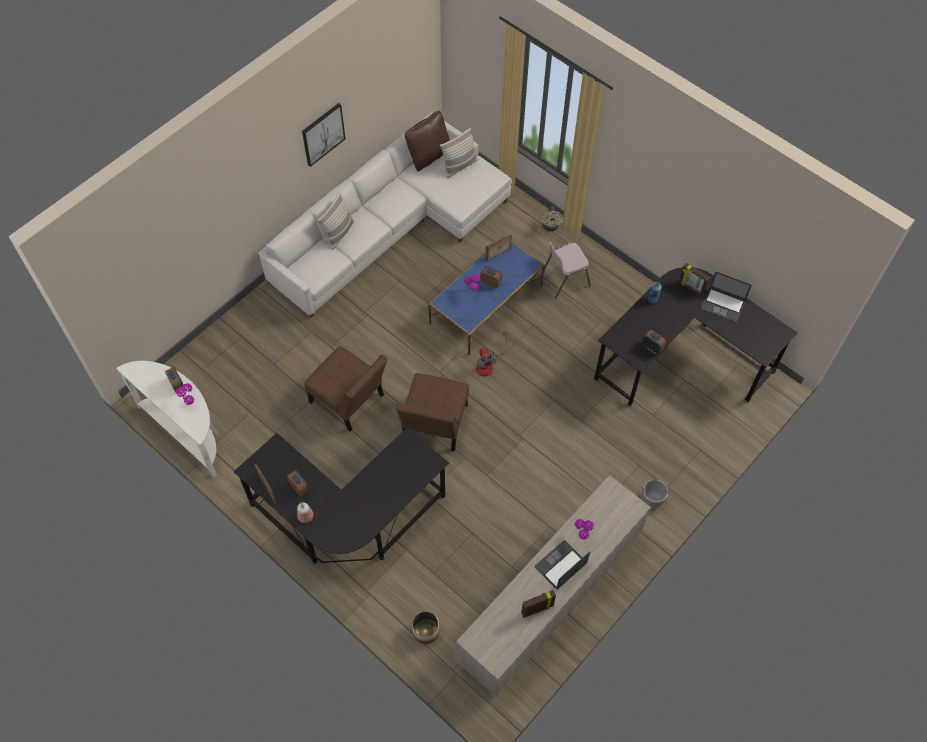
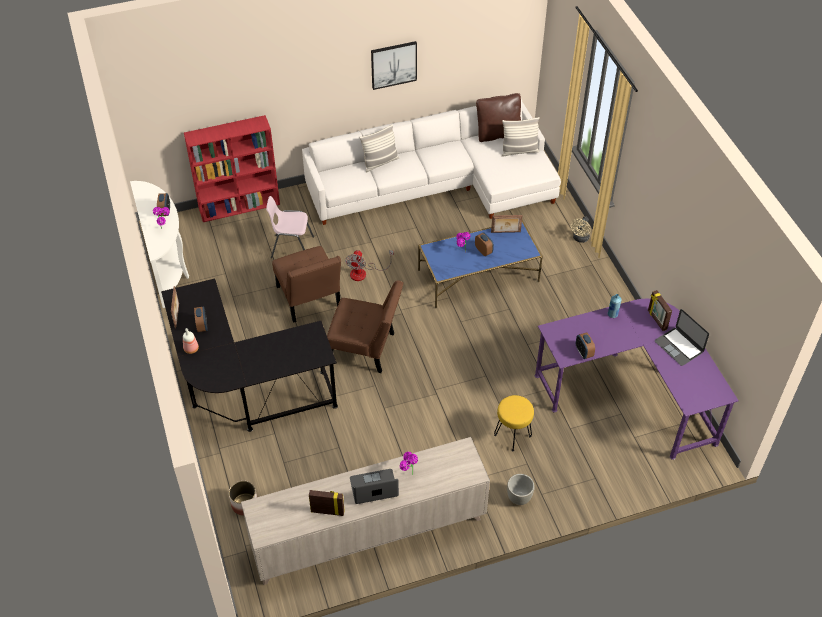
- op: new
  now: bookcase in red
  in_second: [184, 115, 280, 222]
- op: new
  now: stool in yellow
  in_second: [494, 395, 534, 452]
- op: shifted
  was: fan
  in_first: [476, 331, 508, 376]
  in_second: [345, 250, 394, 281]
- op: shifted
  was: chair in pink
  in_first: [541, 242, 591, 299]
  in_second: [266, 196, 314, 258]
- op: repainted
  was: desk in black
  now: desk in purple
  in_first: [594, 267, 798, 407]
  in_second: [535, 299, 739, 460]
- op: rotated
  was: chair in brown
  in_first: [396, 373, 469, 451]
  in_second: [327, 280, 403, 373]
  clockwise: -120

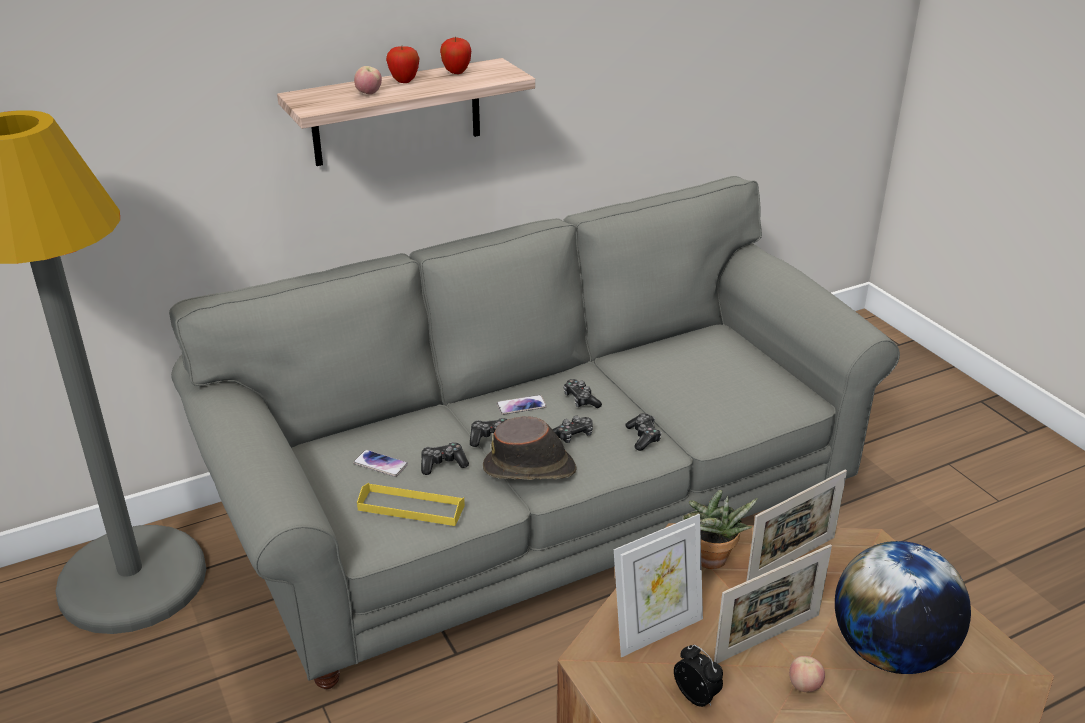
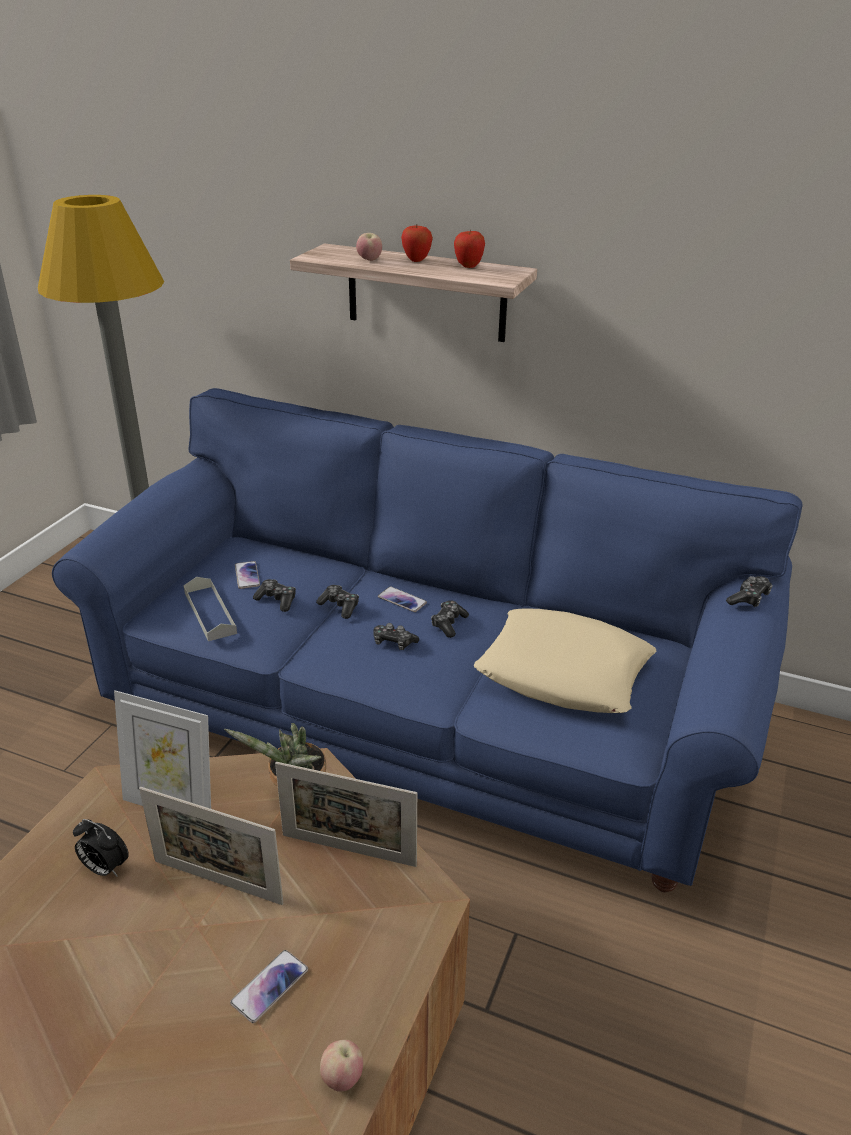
- op: gone
  was: hat in brown
  in_first: [483, 416, 577, 480]
- op: new
  now: pillow in beige
  in_second: [474, 609, 657, 713]
- op: shifted
  was: game controller
  in_first: [625, 413, 661, 451]
  in_second: [726, 576, 773, 607]
- op: shifted
  was: apple
  in_first: [789, 656, 825, 692]
  in_second: [320, 1040, 363, 1091]
- op: swapped
  was: globe
  now: phone
  in_first: [835, 541, 971, 674]
  in_second: [230, 950, 308, 1023]
- op: repainted
  was: sofa in grey
  now: sofa in blue
  in_first: [169, 176, 900, 689]
  in_second: [52, 388, 802, 892]
- op: repainted
  was: tray in yellow
  now: tray in grey
  in_first: [357, 483, 465, 526]
  in_second: [184, 577, 237, 641]
- op: rotated
  was: alarm clock
  in_first: [674, 645, 723, 707]
  in_second: [73, 819, 129, 877]
  clockwise: 105

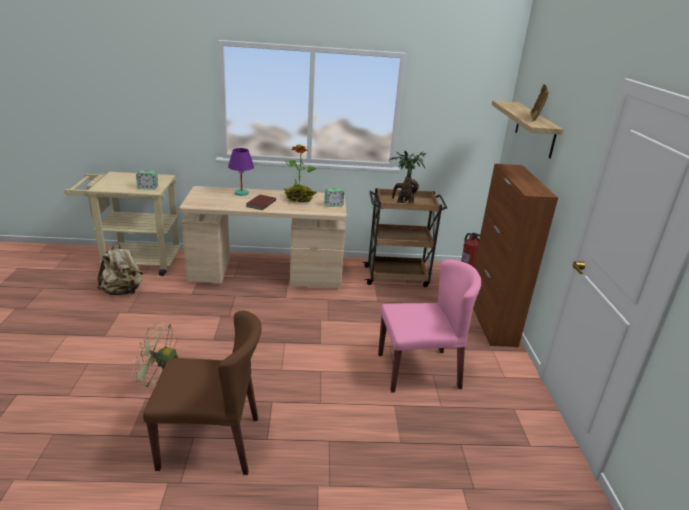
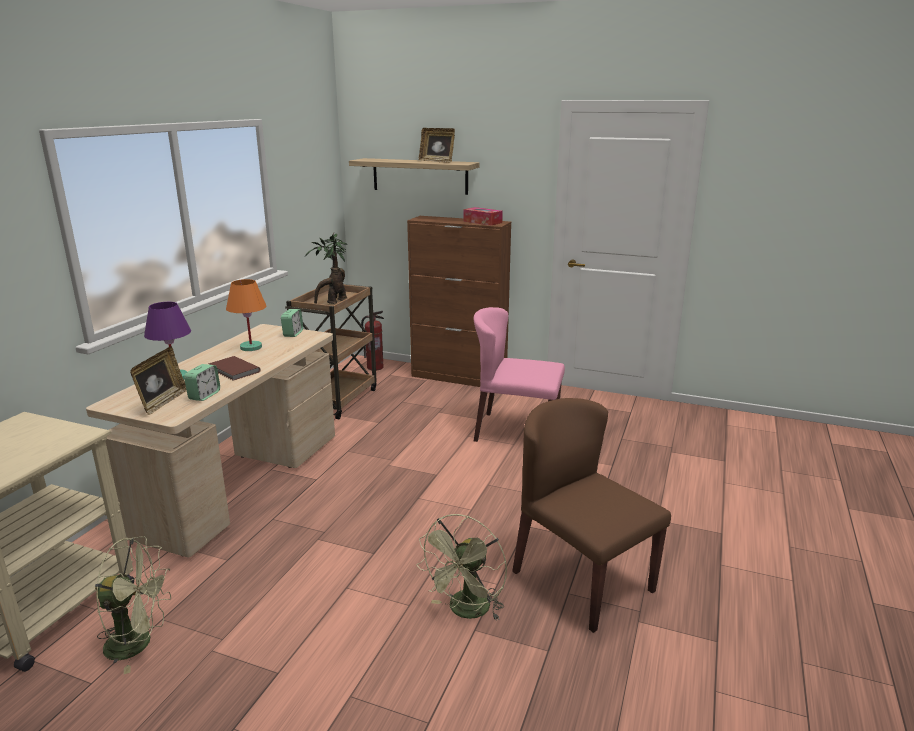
- op: new
  now: picture frame
  in_second: [130, 347, 187, 415]
- op: new
  now: tissue box
  in_second: [463, 207, 503, 225]
- op: shifted
  was: alarm clock
  in_first: [136, 170, 158, 190]
  in_second: [184, 364, 220, 401]
- op: swapped
  was: backpack in beige
  now: fan in green
  in_first: [97, 243, 143, 295]
  in_second: [95, 536, 171, 674]
- op: swapped
  was: potted plant
  now: table lamp in orange
  in_first: [284, 144, 317, 203]
  in_second: [226, 279, 266, 351]
- op: rotated
  was: chair in brown
  in_first: [143, 310, 262, 475]
  in_second: [512, 398, 671, 633]
  clockwise: -60
- op: rotated
  was: chair in pink
  in_first: [378, 260, 481, 393]
  in_second: [474, 307, 565, 442]
  clockwise: -90

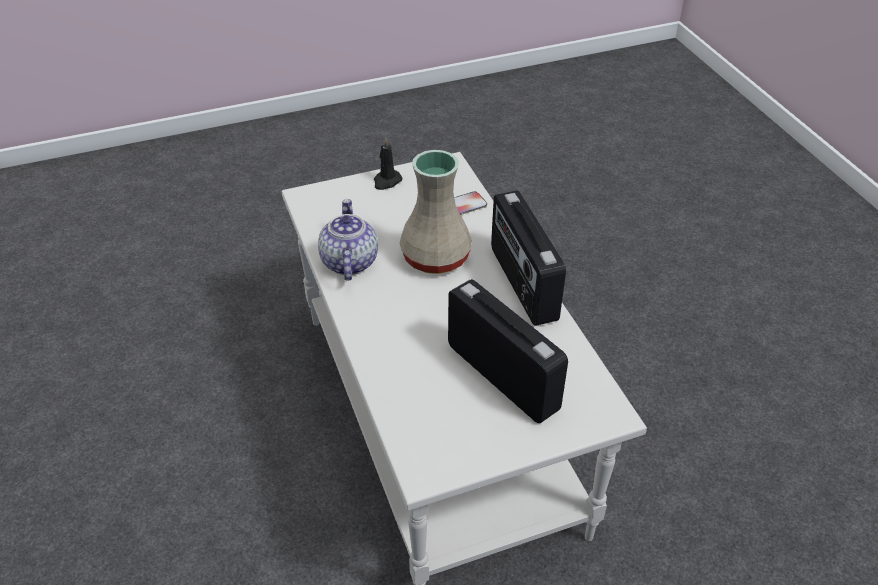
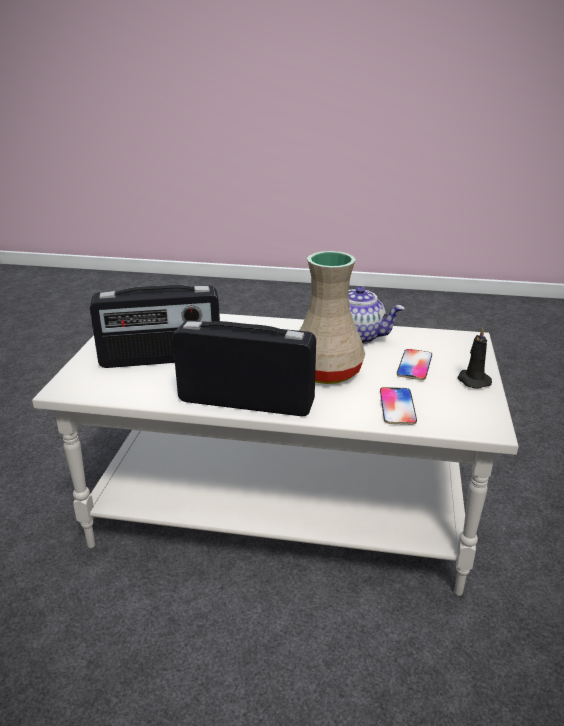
- op: new
  now: phone
  in_second: [397, 349, 432, 380]

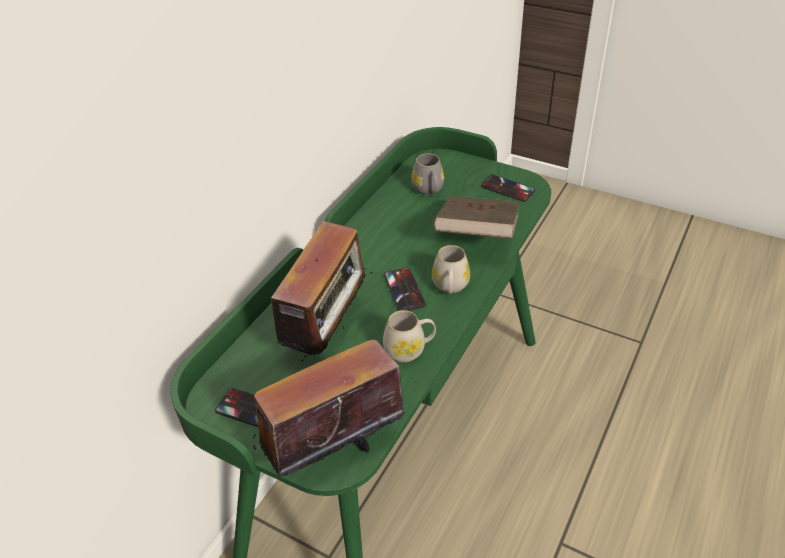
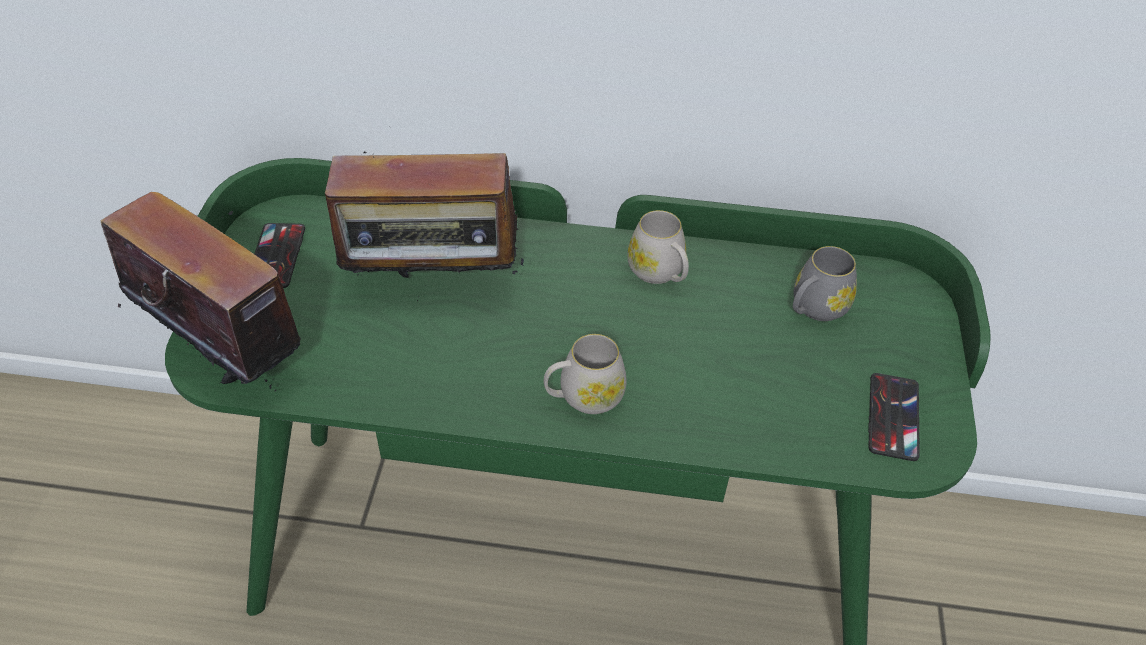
- op: gone
  was: phone
  in_first: [384, 268, 426, 311]
- op: gone
  was: book in brown
  in_first: [433, 196, 520, 239]
- op: shifted
  was: mug in white
  in_first: [383, 310, 436, 362]
  in_second: [627, 210, 689, 284]

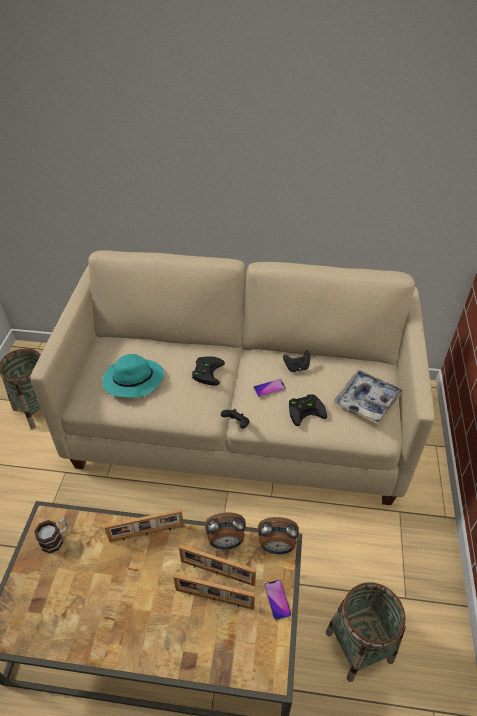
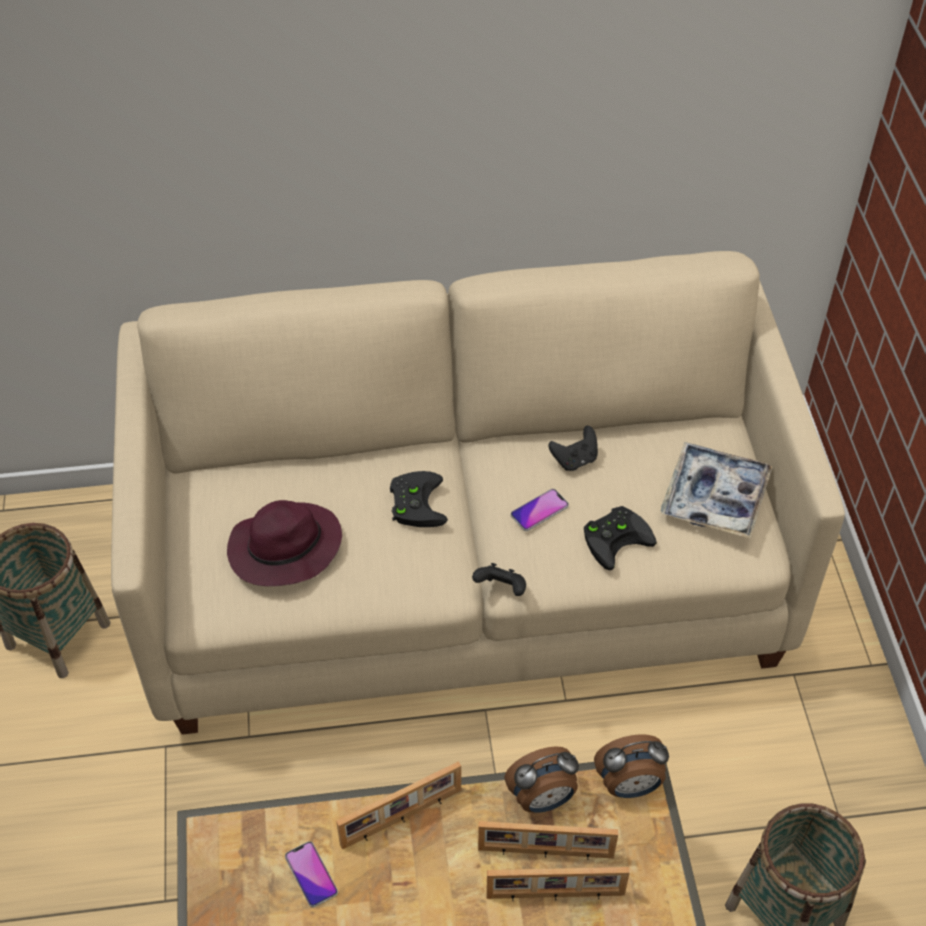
- op: gone
  was: mug
  in_first: [34, 518, 68, 554]
- op: shifted
  was: phone
  in_first: [264, 579, 292, 621]
  in_second: [285, 841, 338, 907]
- op: repainted
  was: hat in turquoise
  now: hat in purple
  in_first: [102, 354, 164, 398]
  in_second: [227, 500, 342, 586]

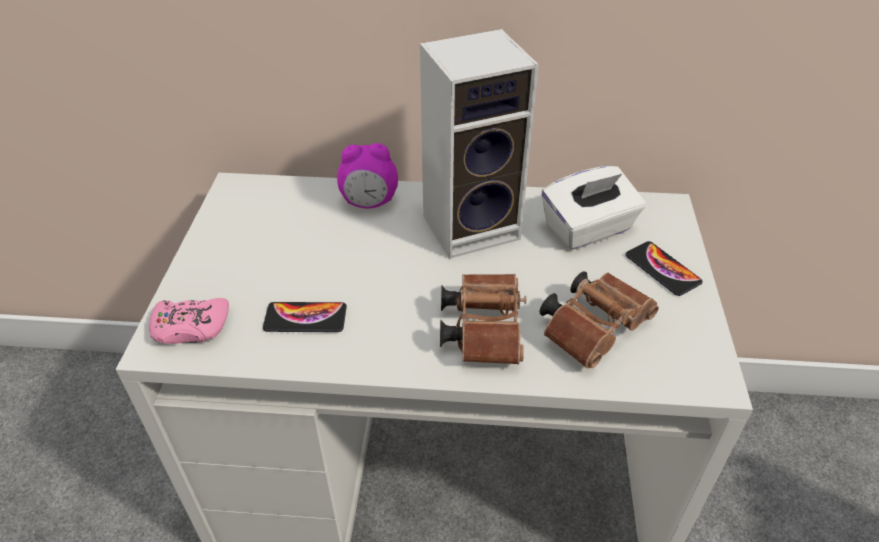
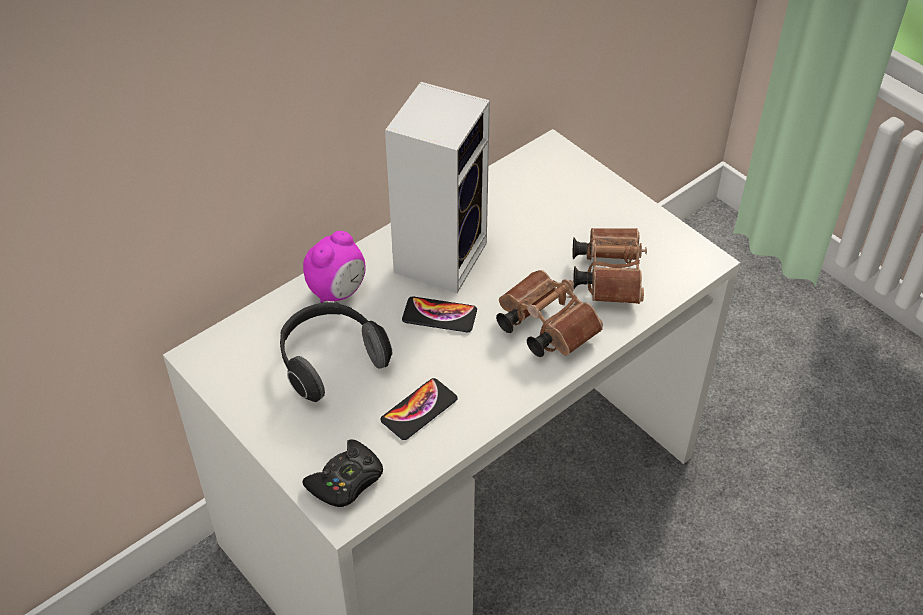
- op: gone
  was: tissue box in white
  in_first: [542, 166, 646, 250]
- op: new
  now: headphones
  in_second: [280, 302, 392, 402]
- op: shifted
  was: phone
  in_first: [626, 241, 703, 296]
  in_second: [402, 296, 477, 332]
- op: repainted
  was: game controller in pink
  now: game controller in black
  in_first: [149, 298, 229, 344]
  in_second: [302, 439, 383, 507]

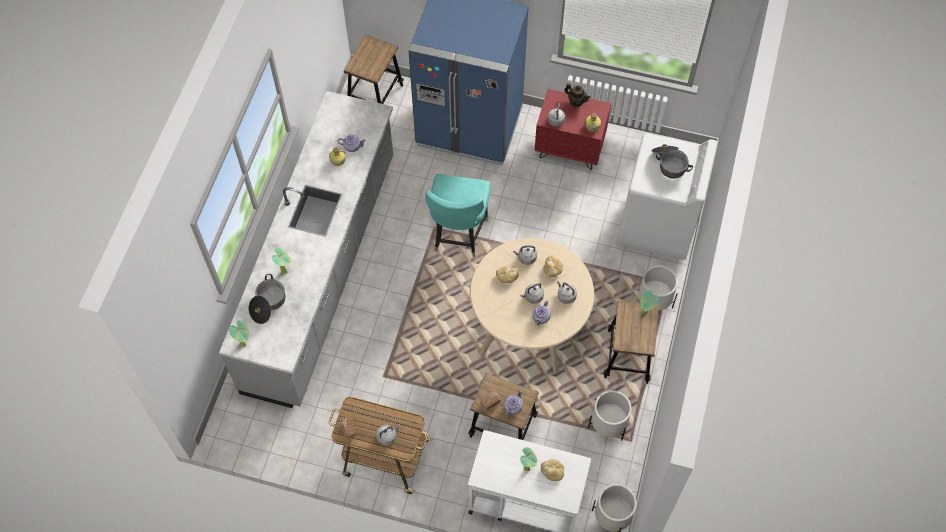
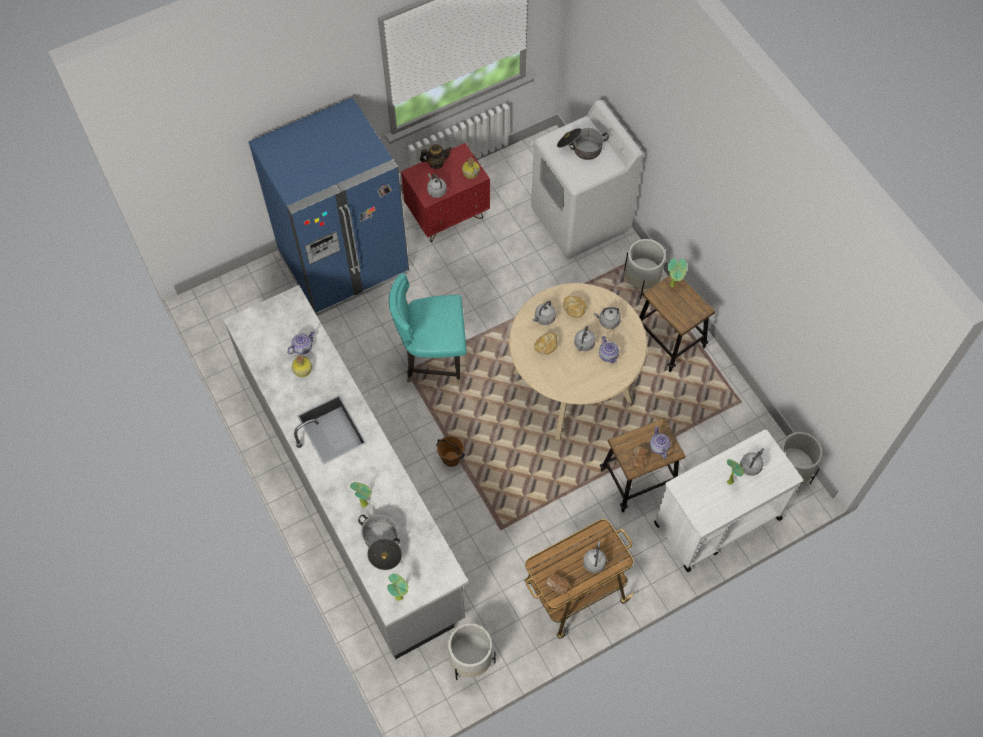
- op: gone
  was: stool
  in_first: [344, 35, 404, 104]
- op: new
  now: bucket in brown
  in_second: [436, 436, 465, 467]
- op: shifted
  was: planter in white
  in_first: [588, 390, 632, 441]
  in_second: [448, 623, 496, 680]
- op: swapped
  was: bread
  now: kettle in grey
  in_first: [541, 459, 564, 481]
  in_second: [740, 448, 764, 476]
- op: rotated
  was: chair in turquoise
  in_first: [425, 174, 491, 257]
  in_second: [389, 273, 467, 384]
  clockwise: 120

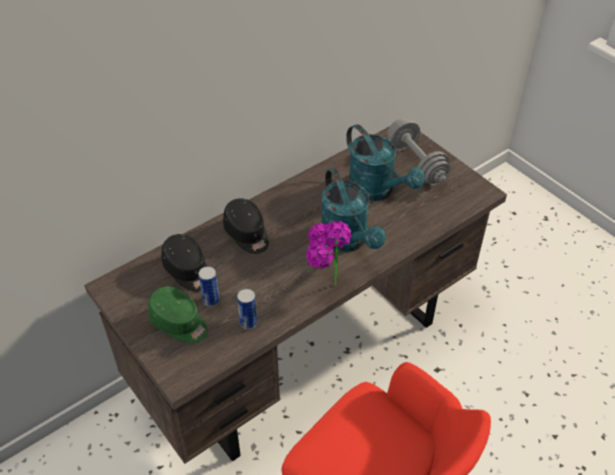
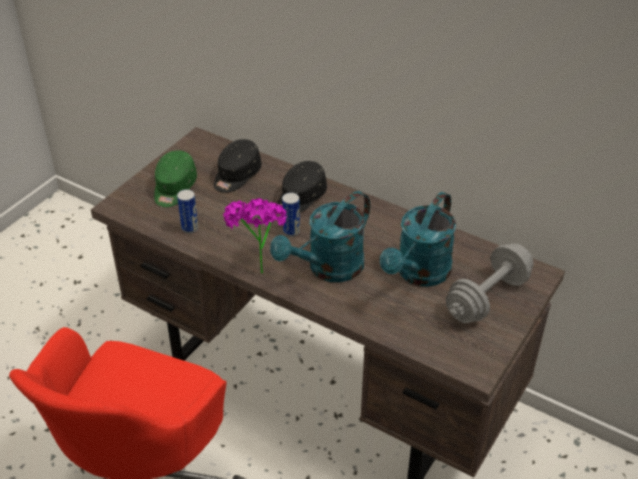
- op: shifted
  was: can
  in_first: [198, 266, 219, 307]
  in_second: [282, 192, 300, 237]

